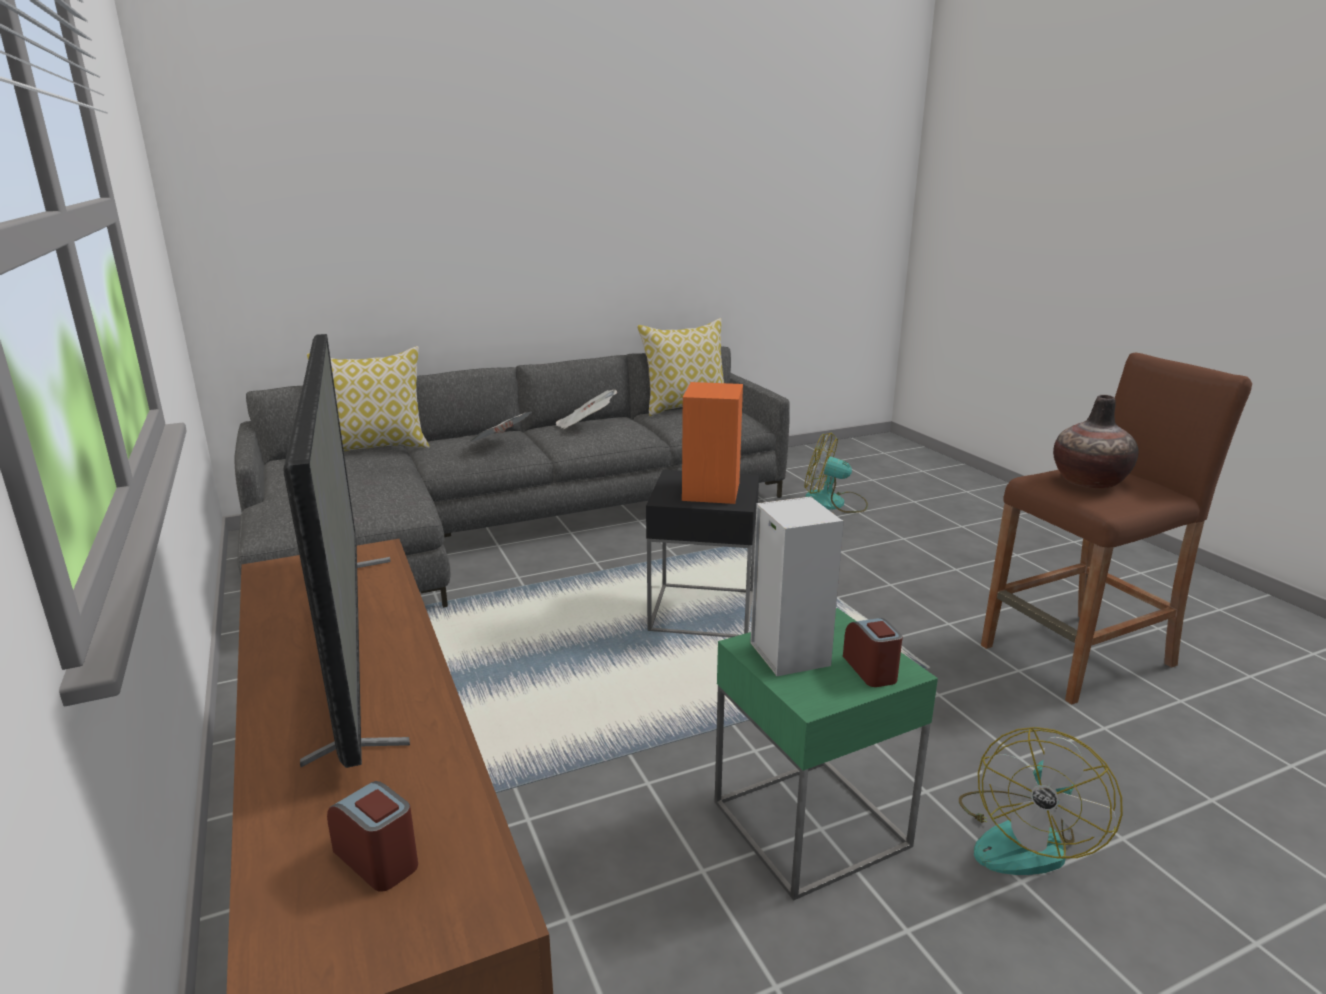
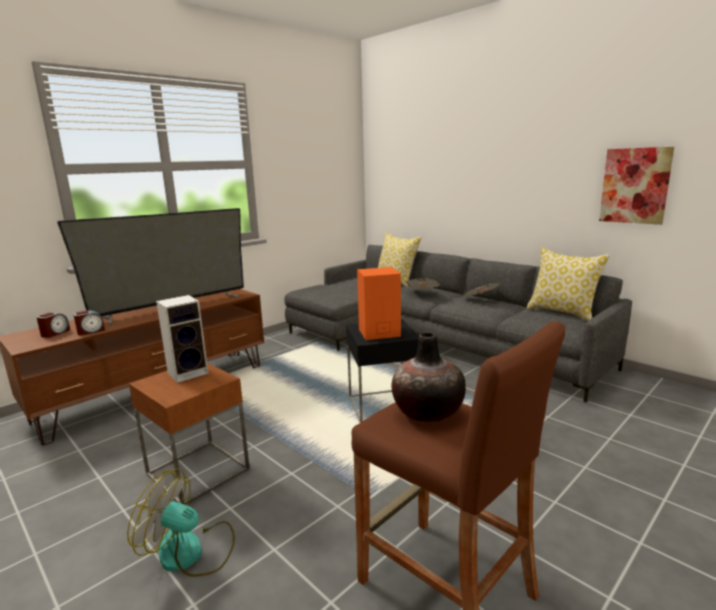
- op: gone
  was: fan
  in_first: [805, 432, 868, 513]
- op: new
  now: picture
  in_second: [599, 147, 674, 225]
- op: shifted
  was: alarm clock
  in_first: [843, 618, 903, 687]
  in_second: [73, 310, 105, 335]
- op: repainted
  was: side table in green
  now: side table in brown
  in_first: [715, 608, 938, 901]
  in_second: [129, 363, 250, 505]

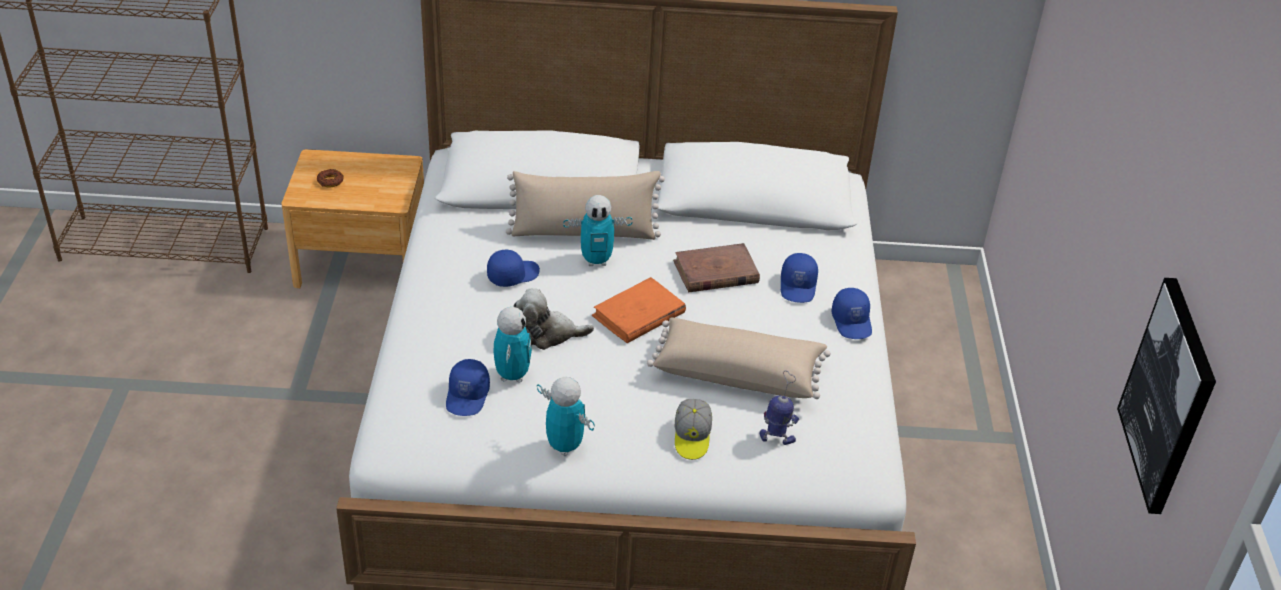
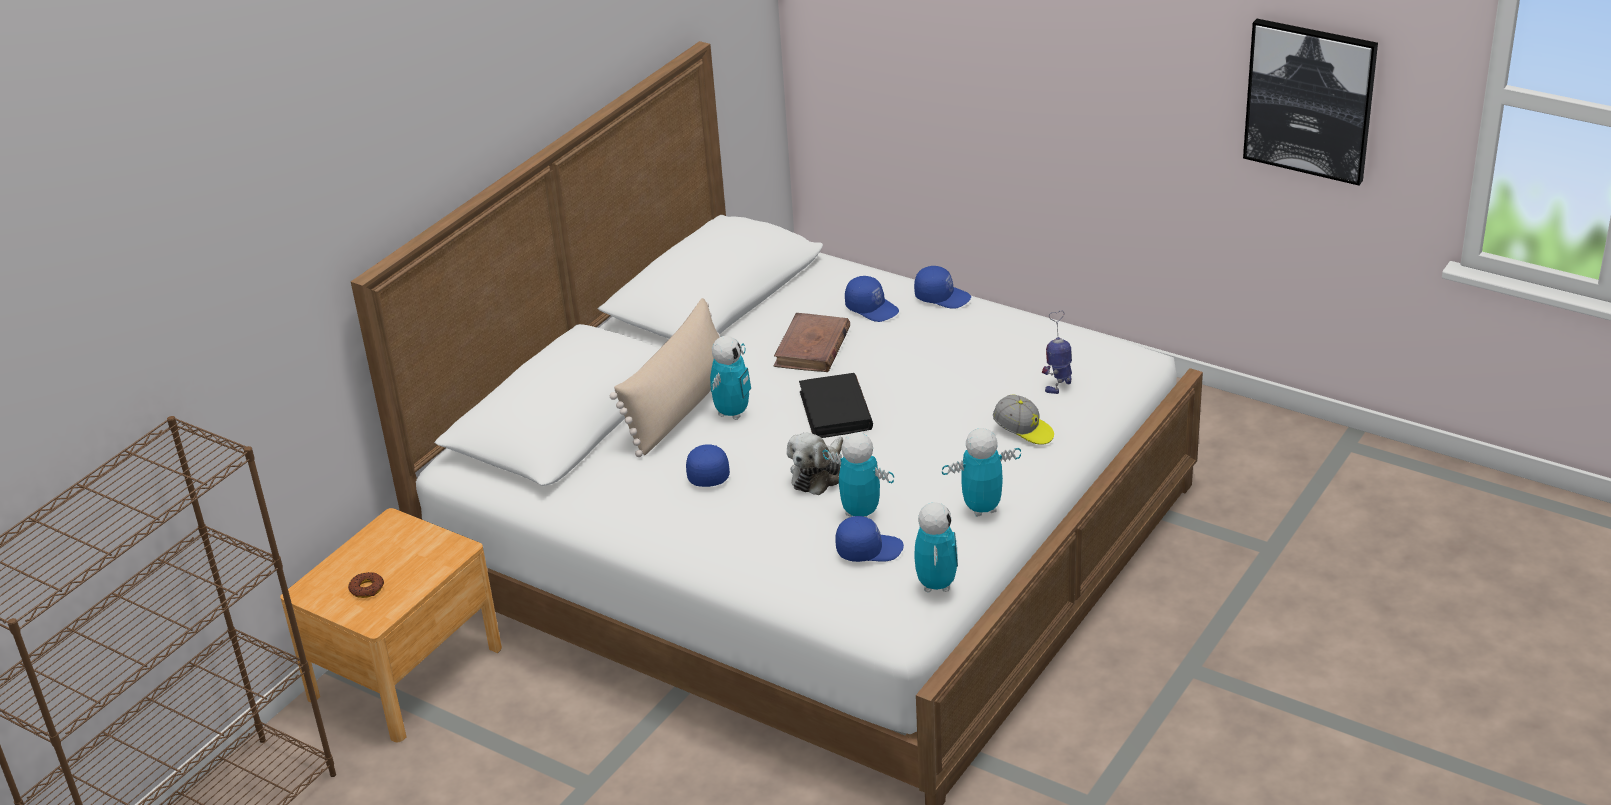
- op: gone
  was: pillow in beige
  in_first: [647, 317, 831, 399]
- op: new
  now: toy robot
  in_second: [914, 502, 958, 592]
- op: repainted
  was: book in orange
  now: book in black
  in_first: [592, 277, 686, 343]
  in_second: [799, 373, 873, 438]
- op: rotated
  was: cap in blue
  in_first: [446, 359, 490, 416]
  in_second: [835, 516, 904, 562]
  clockwise: -45

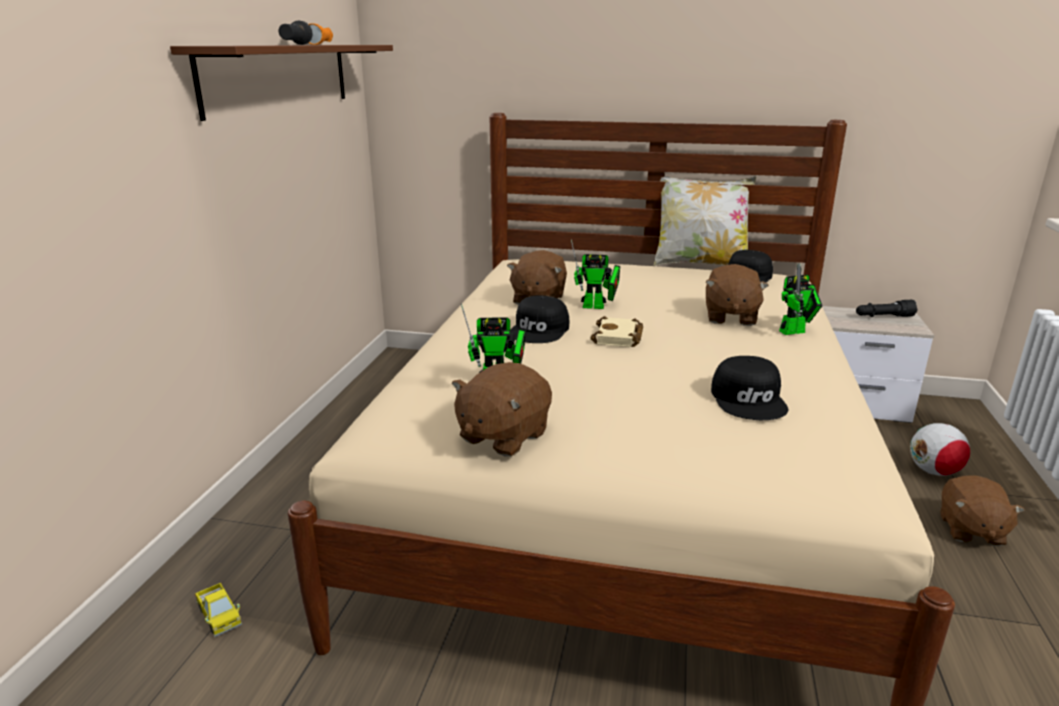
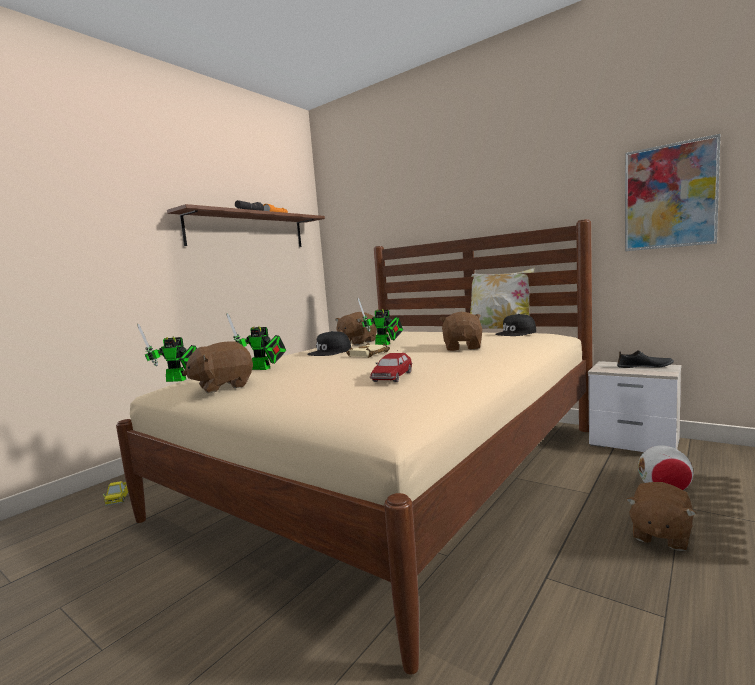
- op: new
  now: picture
  in_second: [625, 134, 720, 251]
- op: shifted
  was: toy robot
  in_first: [779, 263, 822, 335]
  in_second: [137, 324, 197, 382]
- op: swapped
  was: cap in black
  now: toy car
  in_first: [711, 356, 788, 420]
  in_second: [369, 353, 413, 382]
- op: swapped
  was: flashlight in black
  now: shoe in black
  in_first: [856, 300, 918, 317]
  in_second: [617, 350, 674, 368]
- op: rotated
  was: plush toy in brown
  in_first: [706, 264, 769, 326]
  in_second: [439, 312, 482, 351]
  clockwise: 150

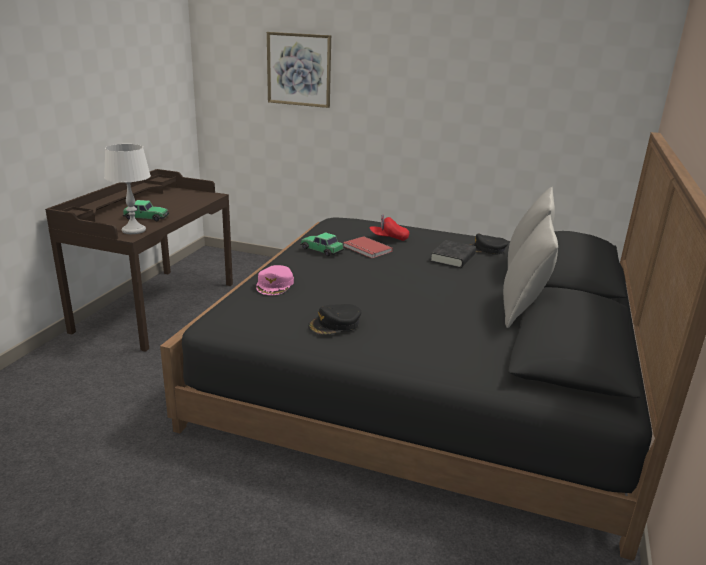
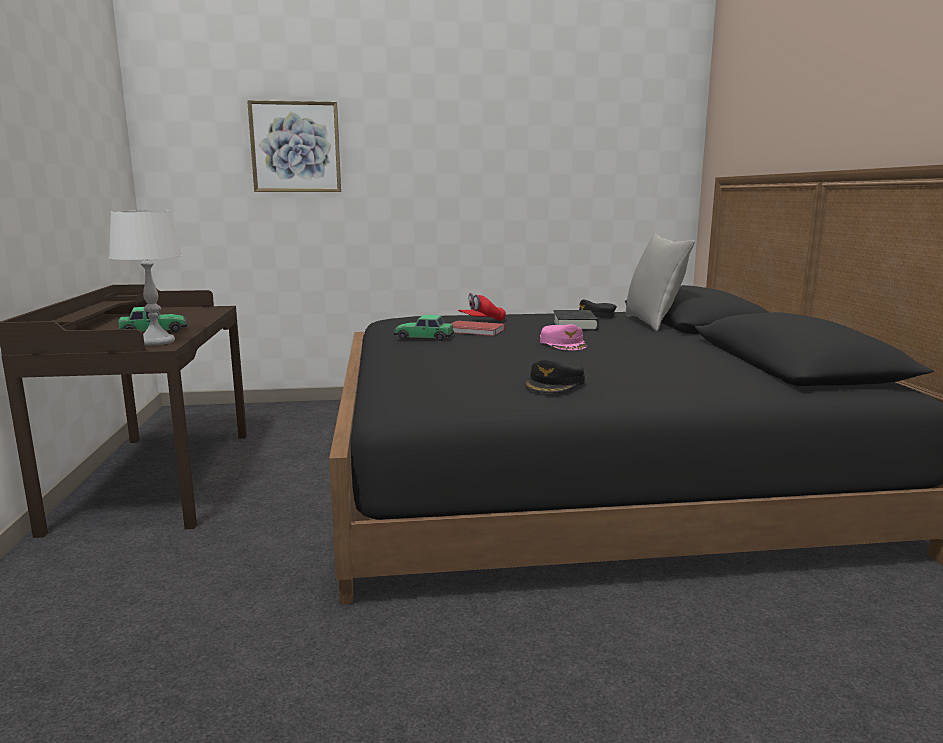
- op: gone
  was: pillow in grey
  in_first: [503, 214, 558, 328]
- op: shifted
  was: cap in pink
  in_first: [256, 265, 294, 295]
  in_second: [540, 324, 587, 350]

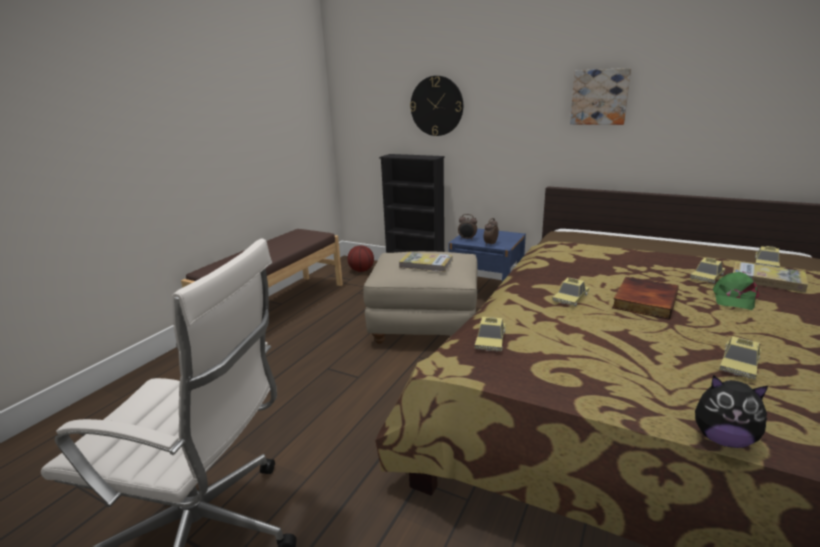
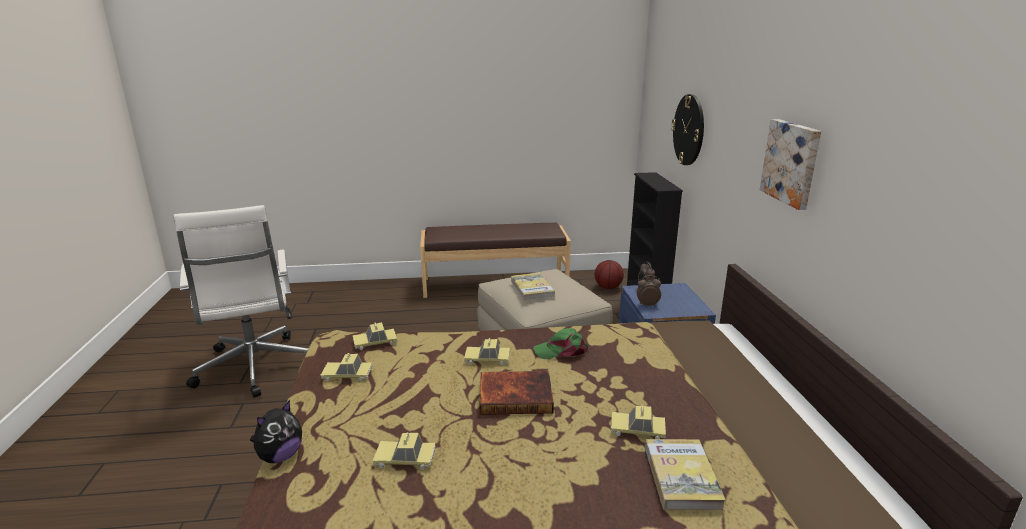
- op: shifted
  was: cap in green
  in_first: [713, 272, 759, 310]
  in_second: [533, 328, 588, 359]
- op: shifted
  was: toy car
  in_first: [755, 246, 780, 268]
  in_second: [321, 353, 372, 381]
- op: rotated
  was: plush toy
  in_first: [695, 375, 768, 448]
  in_second: [250, 400, 302, 463]
  clockwise: -135

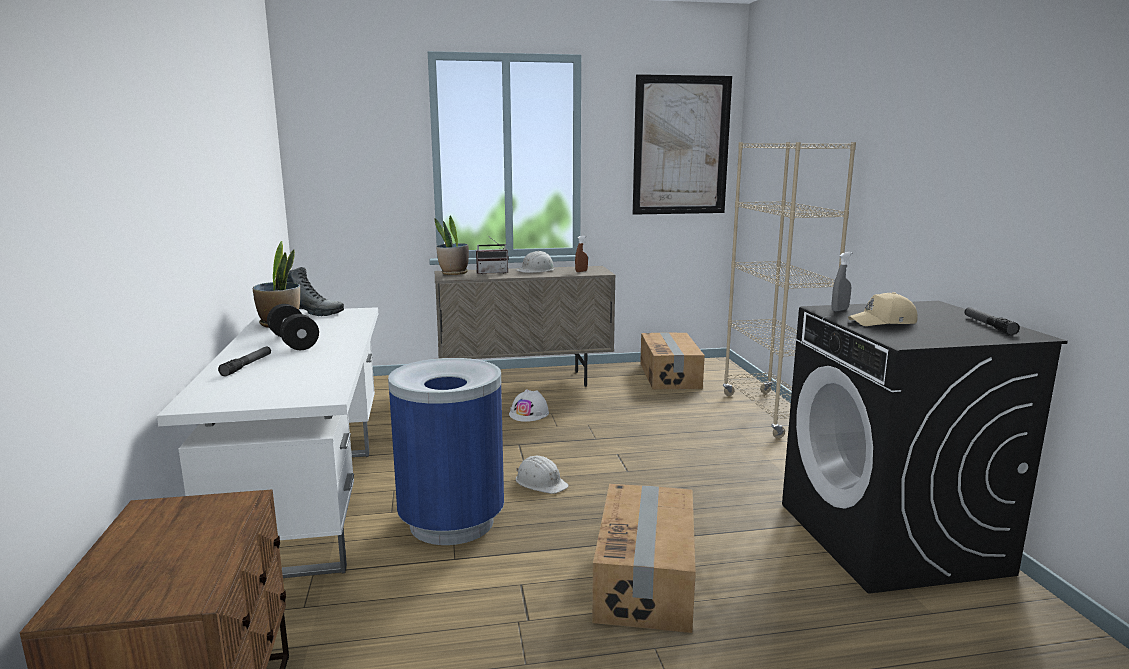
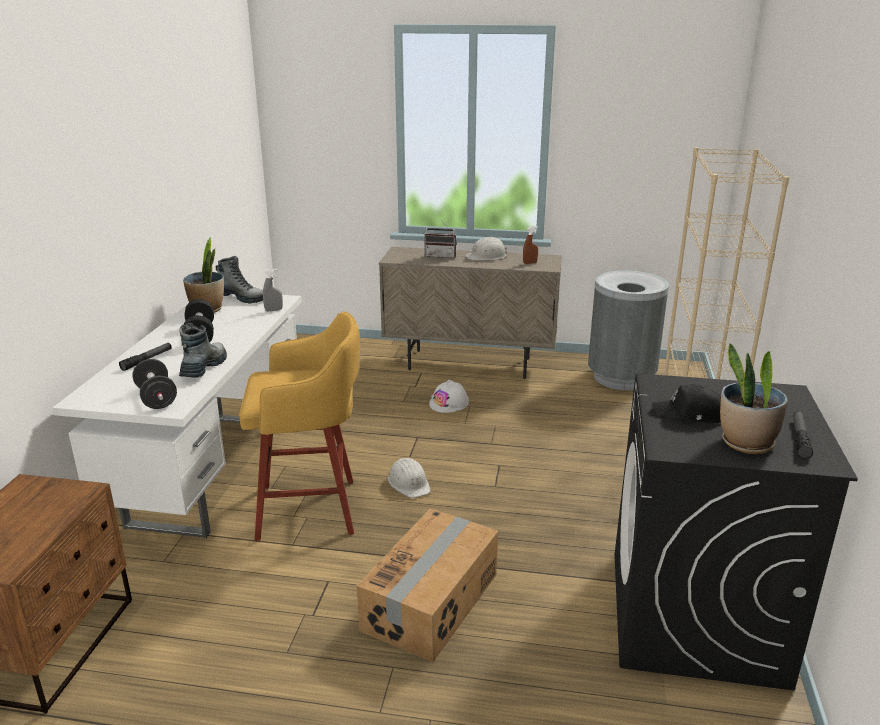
- op: gone
  was: picture
  in_first: [633, 74, 732, 215]
- op: new
  now: dumbbell in black
  in_second: [132, 359, 177, 409]
- op: new
  now: boot
  in_second: [179, 323, 227, 378]
- op: shifted
  was: potted plant
  in_first: [435, 215, 469, 275]
  in_second: [720, 343, 788, 454]
- op: shifted
  was: spray bottle in grey
  in_first: [831, 252, 852, 312]
  in_second: [263, 268, 283, 311]
- op: swapped
  was: trash can in blue
  now: stool in yellow
  in_first: [388, 358, 504, 545]
  in_second: [239, 311, 360, 541]
- op: swapped
  was: cardboard box
  now: trash can in grey
  in_first: [640, 332, 705, 390]
  in_second: [588, 270, 669, 390]
- op: repainted
  was: cap in beige
  now: cap in black
  in_first: [848, 292, 918, 326]
  in_second: [651, 384, 721, 423]

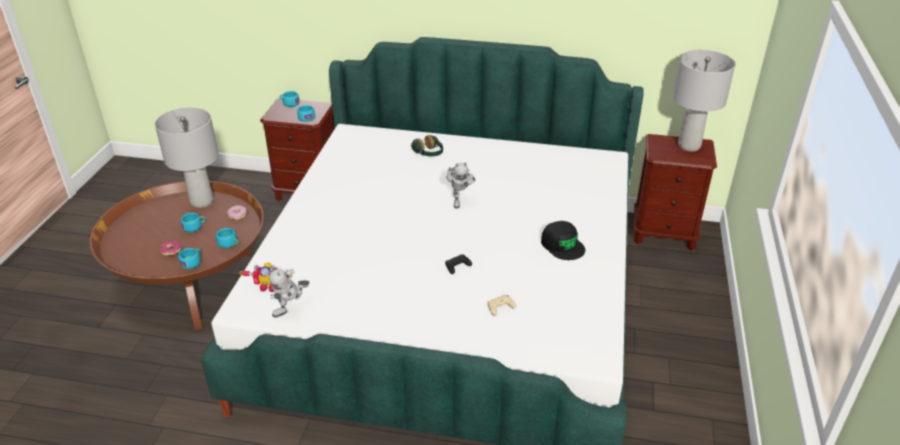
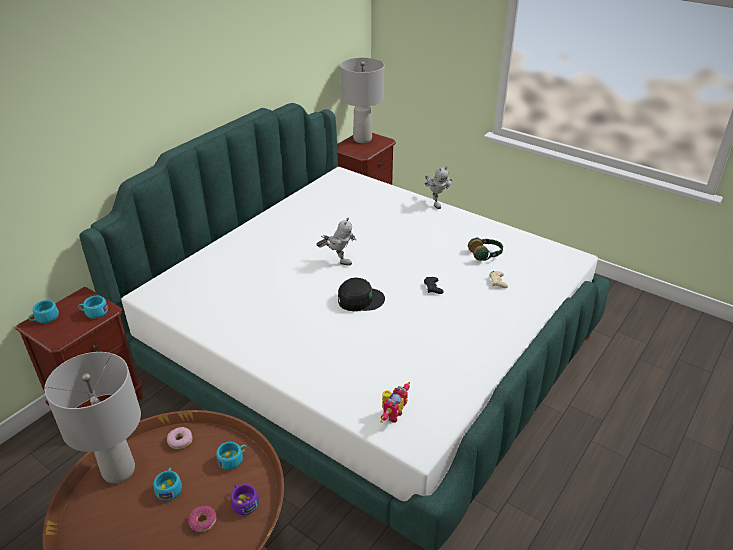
- op: shifted
  was: toy robot
  in_first: [269, 268, 310, 317]
  in_second: [425, 166, 452, 209]
- op: shifted
  was: headphones
  in_first: [411, 135, 443, 156]
  in_second: [468, 238, 503, 261]
- op: shifted
  was: cap in black
  in_first: [541, 221, 585, 260]
  in_second: [338, 278, 385, 311]
- op: repainted
  was: cup in turquoise
  now: cup in purple
  in_first: [178, 248, 201, 269]
  in_second: [231, 484, 259, 515]

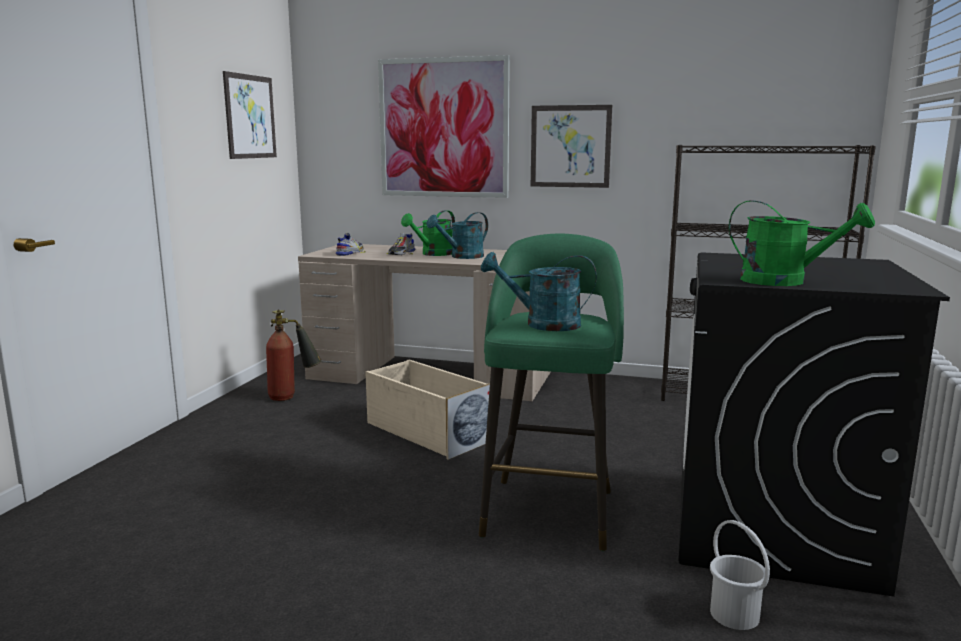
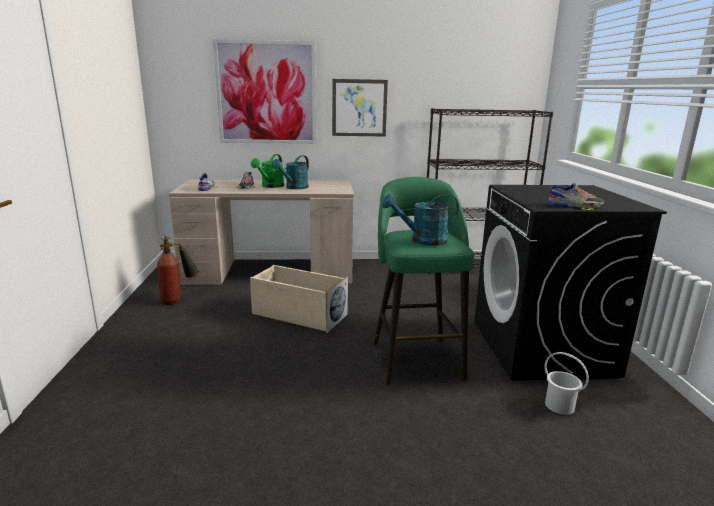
- op: gone
  was: picture
  in_first: [223, 71, 277, 159]
- op: swapped
  was: watering can in green
  now: shoe
  in_first: [729, 200, 875, 286]
  in_second: [547, 182, 604, 210]

